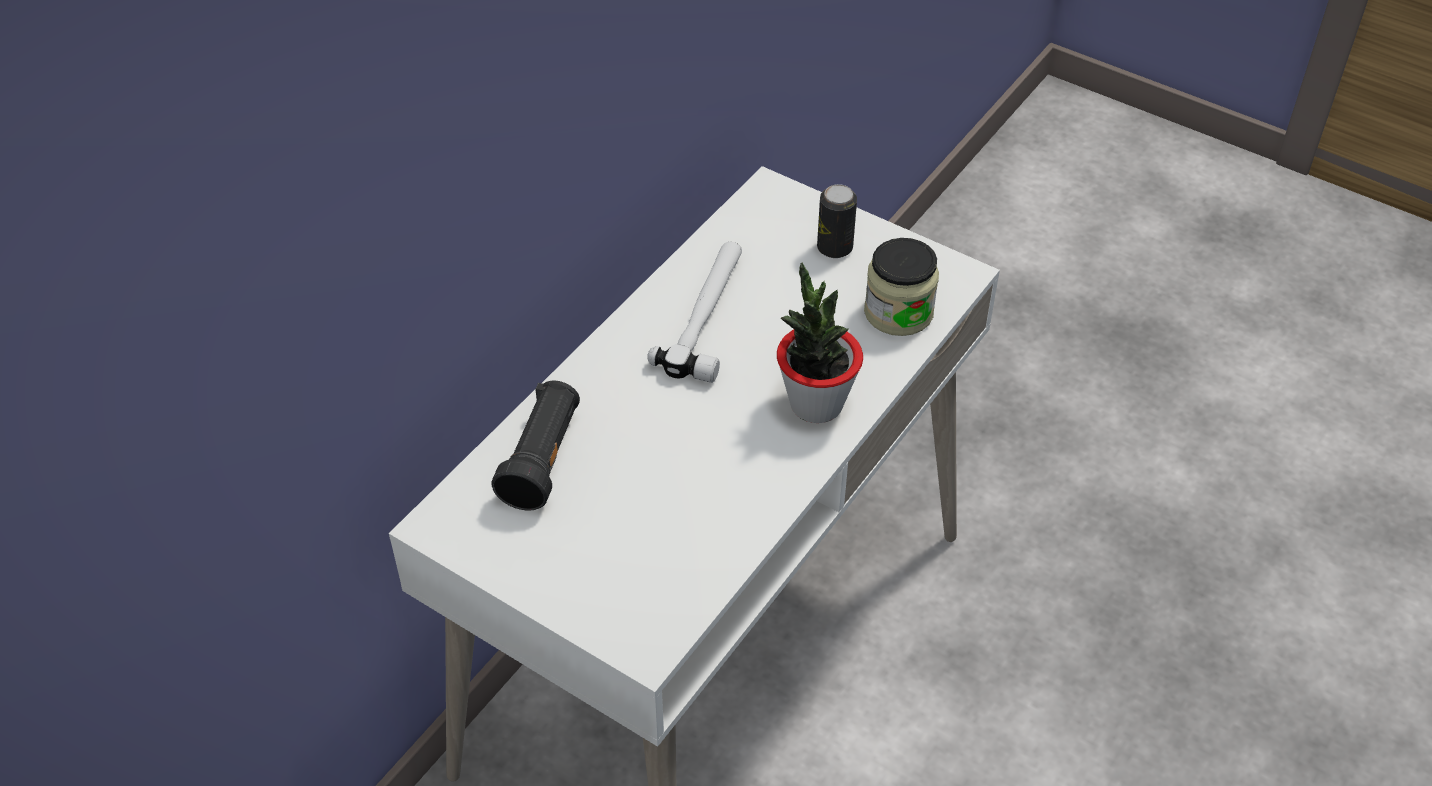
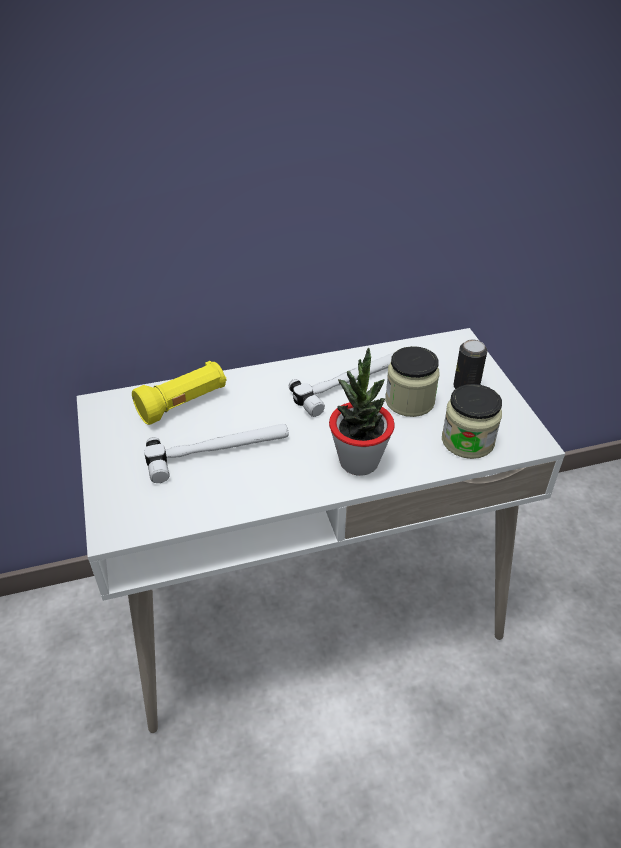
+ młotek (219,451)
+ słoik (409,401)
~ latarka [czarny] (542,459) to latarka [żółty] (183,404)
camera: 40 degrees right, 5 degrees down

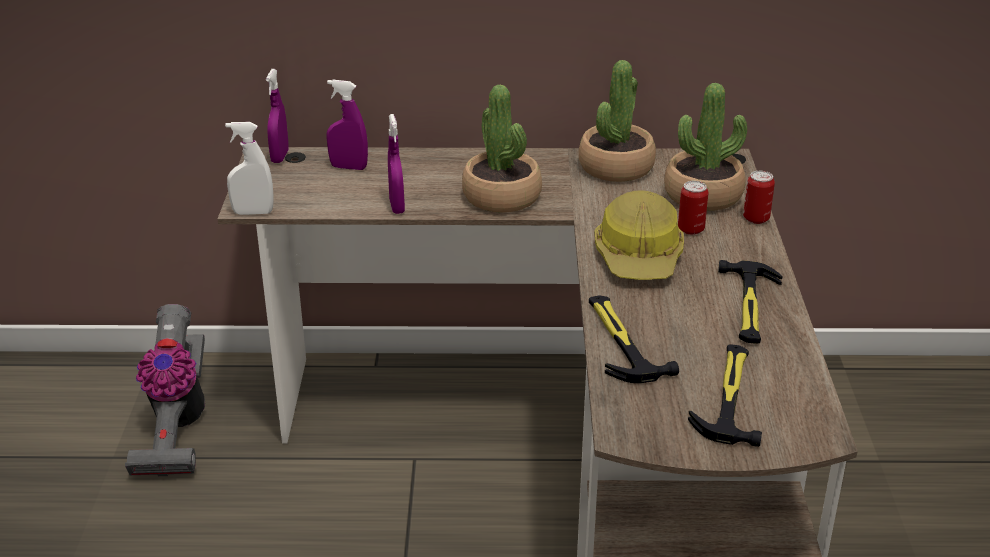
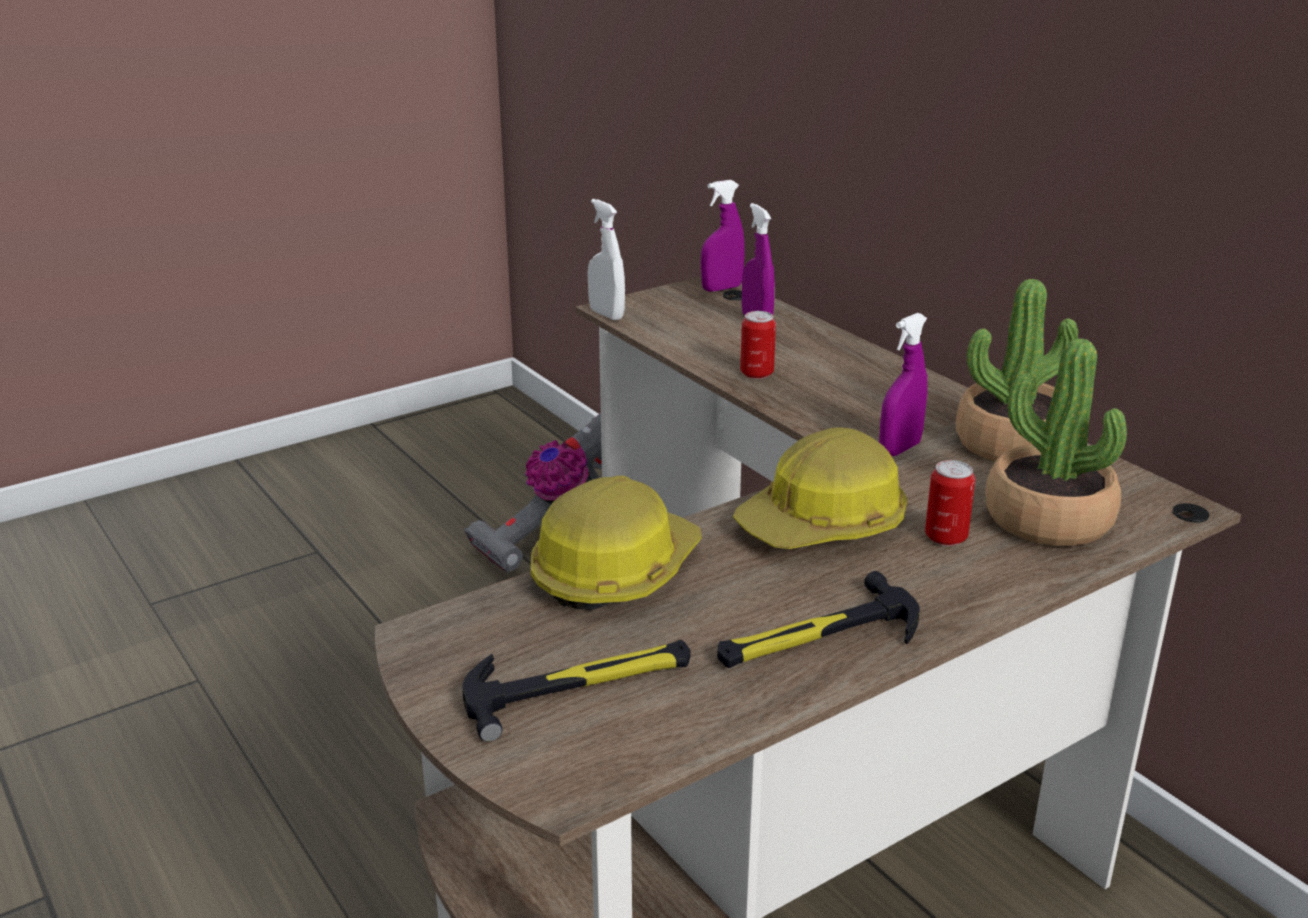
- roślina doniczkowa (502,197)
~ spryskiwacz [fioletowy] (397,206) to (900,449)
~ puszka (756,218) to (756,373)
~ młotek (620,342) to kask (614,571)
camera: 55 degrees right, 5 degrees down

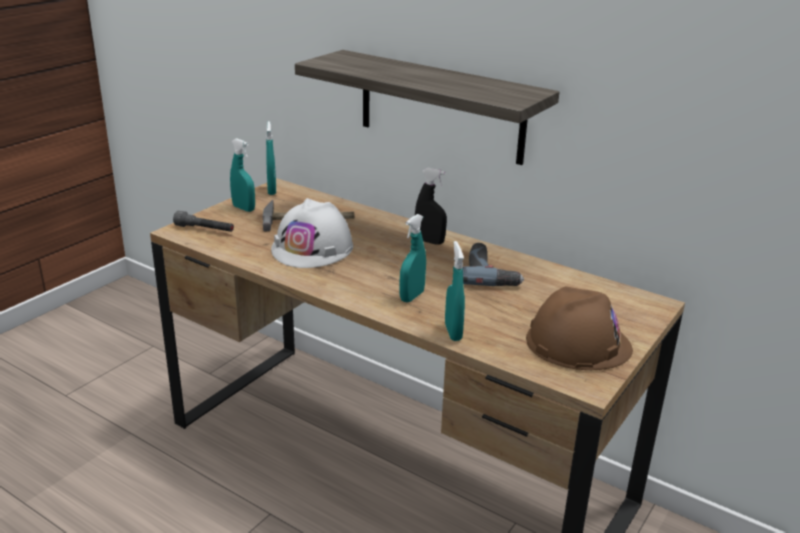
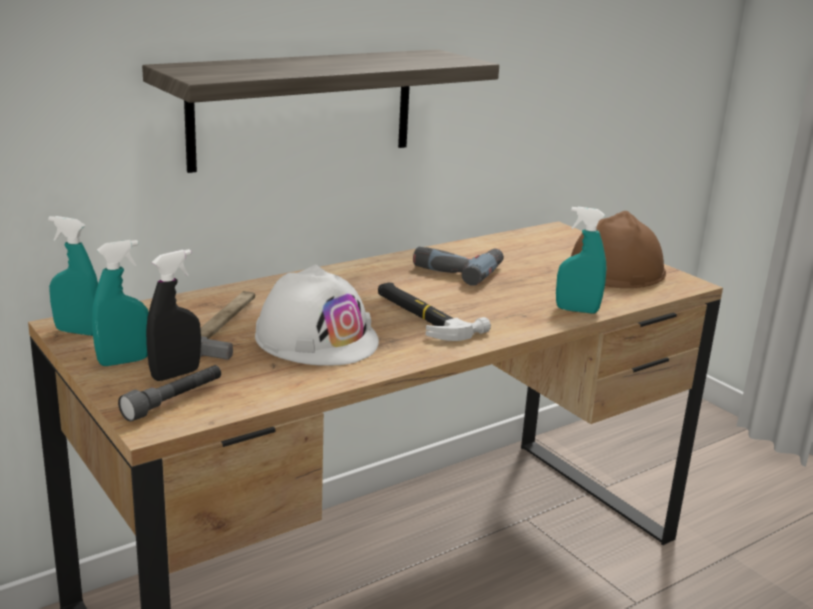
- spryskiwacz [turkusowy] (412,296)
+ młotek (424,316)
~ spryskiwacz [czarny] (429,241) to (175,374)
camera: 70 degrees left, 5 degrees down

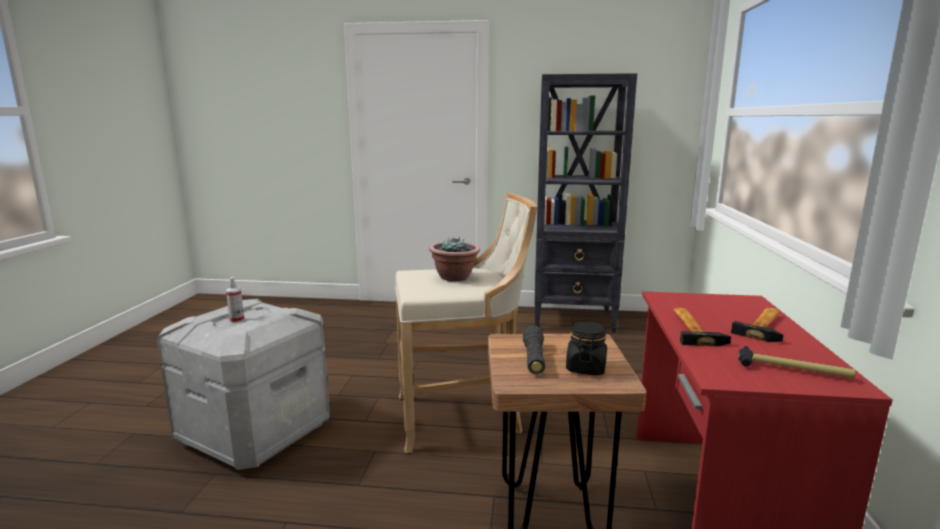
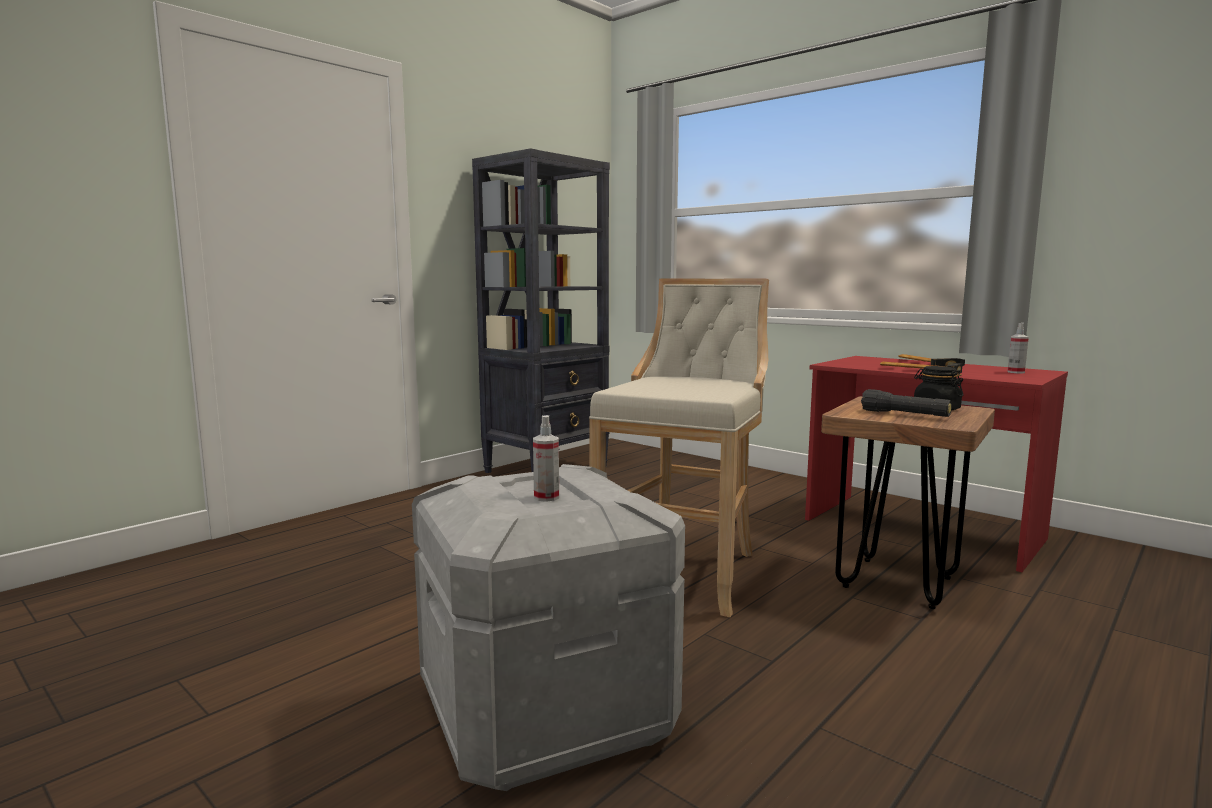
- roślina doniczkowa (454,277)
~ młotek (792,370) to spryskiwacz (1016,372)
camera: 55 degrees left, 5 degrees down

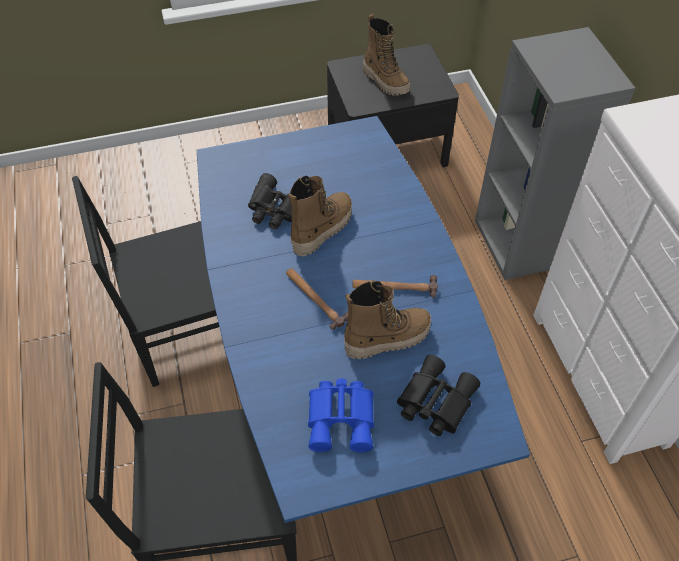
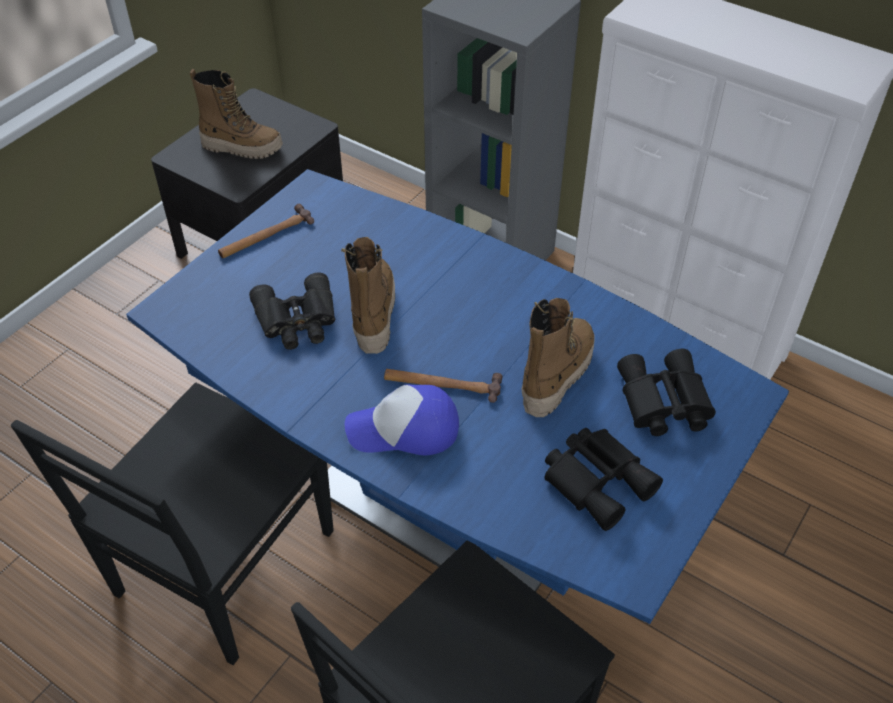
+ czapka z daszkiem (404,430)
~ młotek (394,287) to (265,236)
~ lornetka [niebieski] (342,418) to lornetka [czarny] (598,480)
camera: 40 degrees left, 5 degrees down

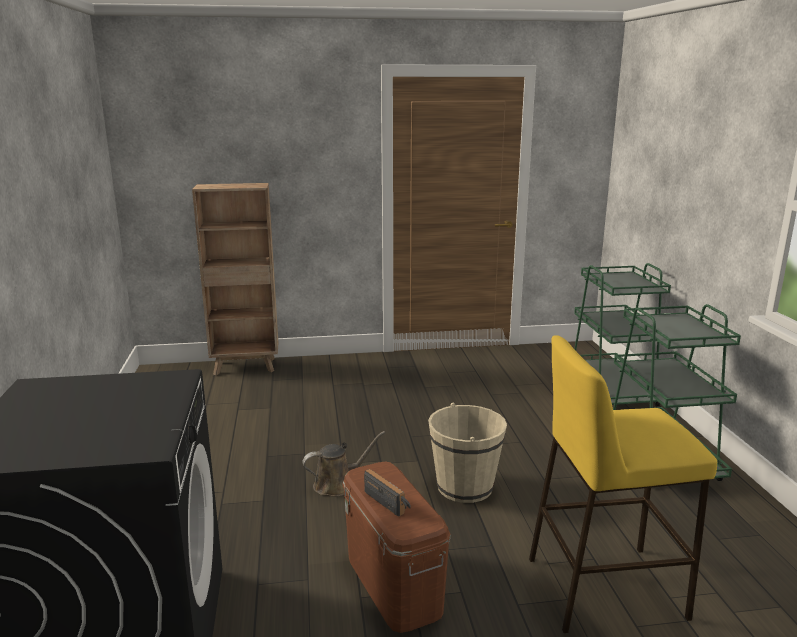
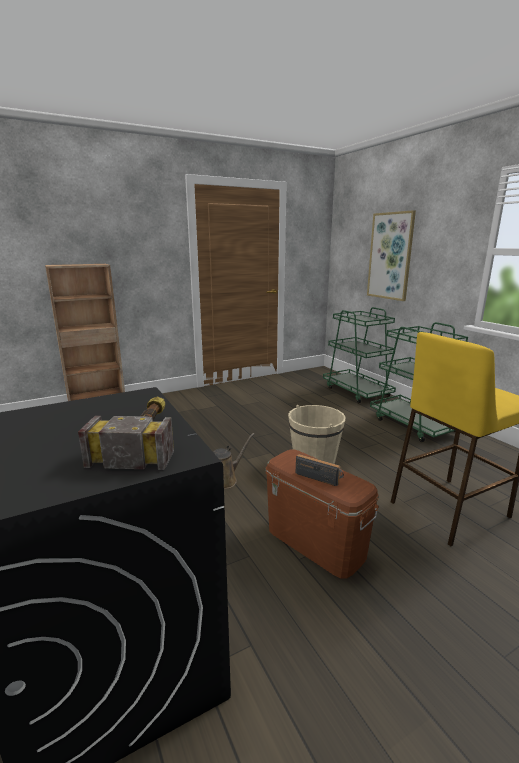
+ młotek (145,438)
+ obraz (390,256)
camera: 20 degrees left, 0 degrees up

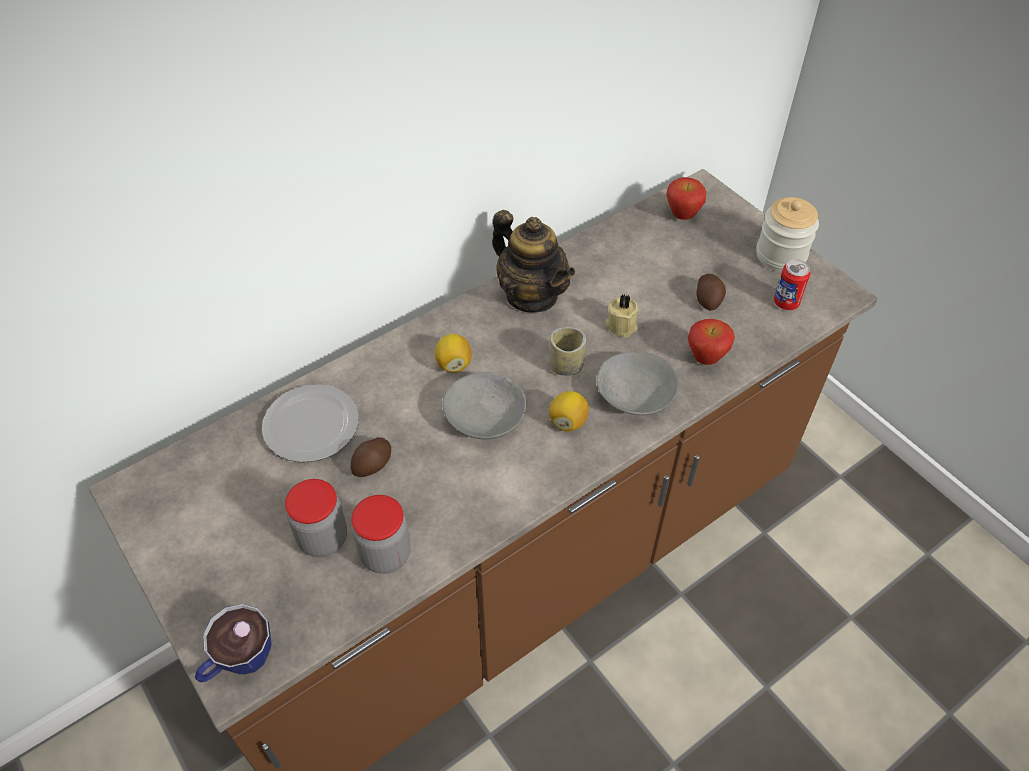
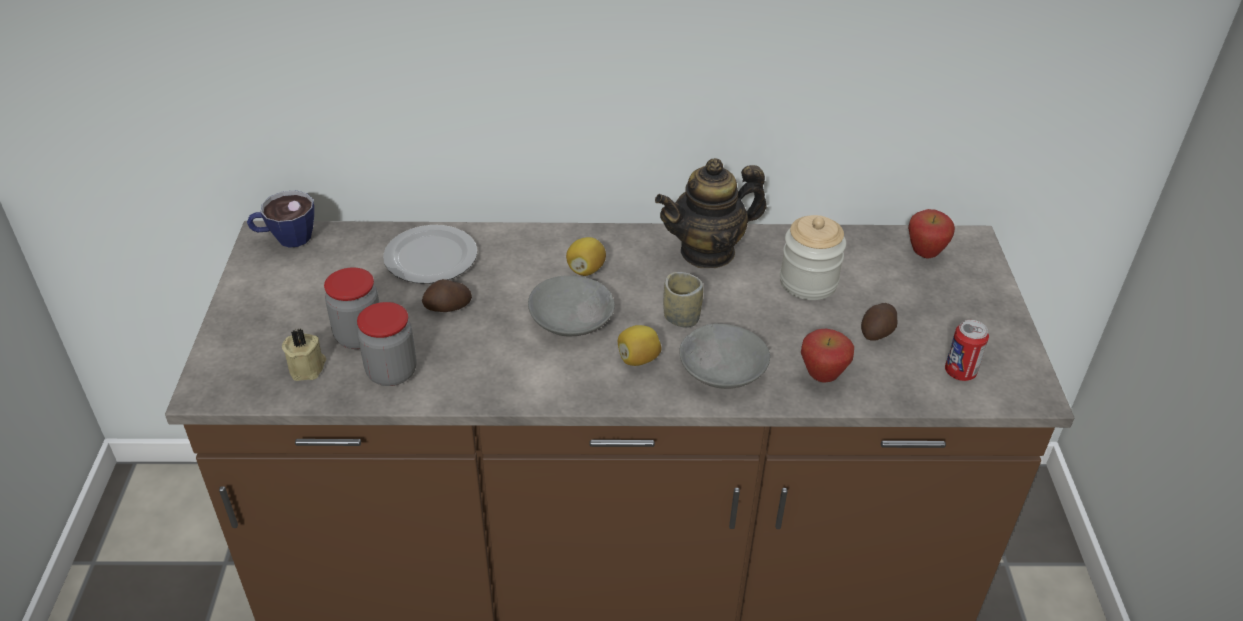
~ filiżanka (238,662) to (285,238)
~ świeca [beżowy] (621,324) to (308,367)
~ słoik (781,255) to (808,282)
~ imbryk (531,295) = (708,251) 75 degrees clockwise
camera: 35 degrees right, 10 degrees down

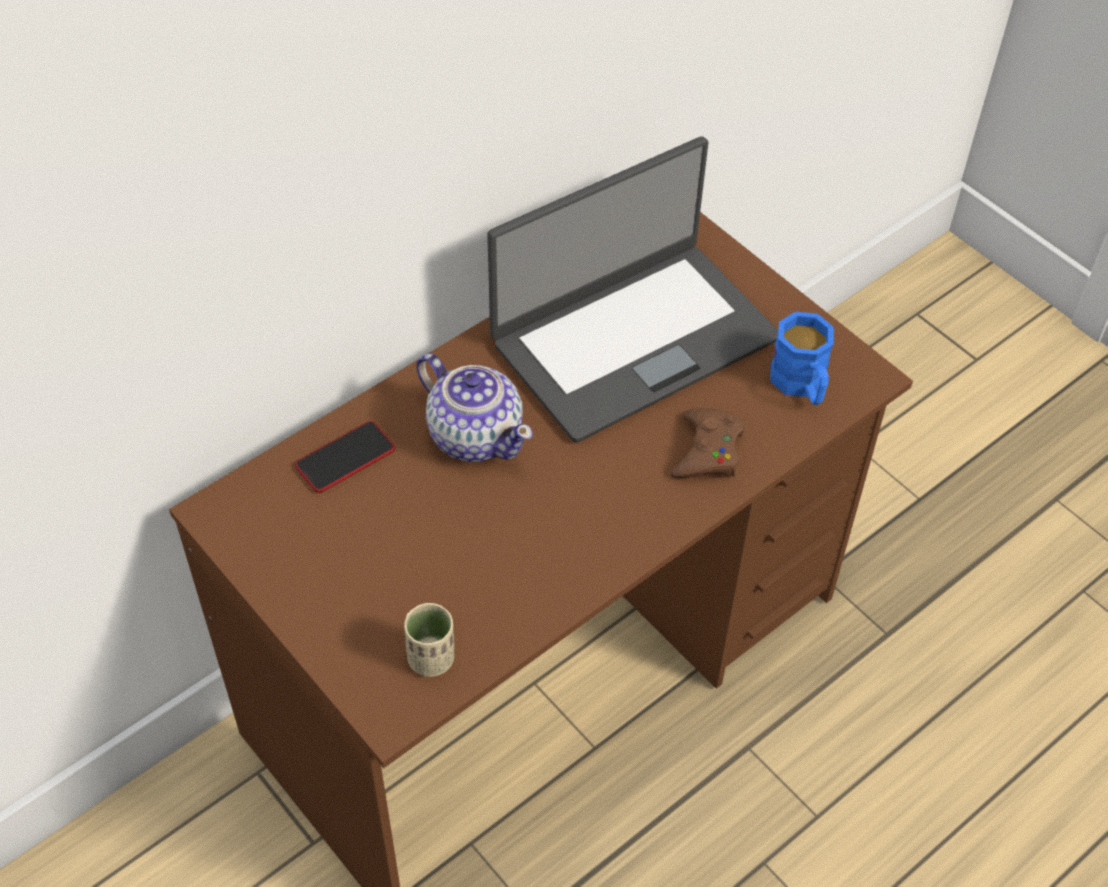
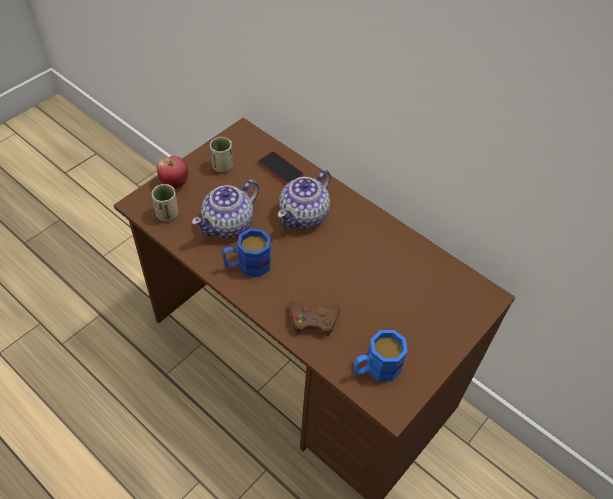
- laptop (632,339)
+ jabłko (174,183)
+ imbryk (229,224)
+ filiżanka [beżowy] (222,166)
+ kubek [niebieski] (247,265)
camera: 80 degrees right, 0 degrees up

